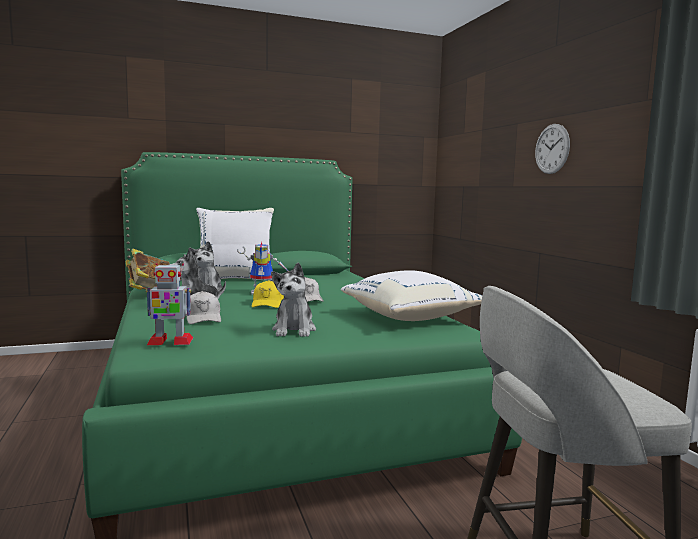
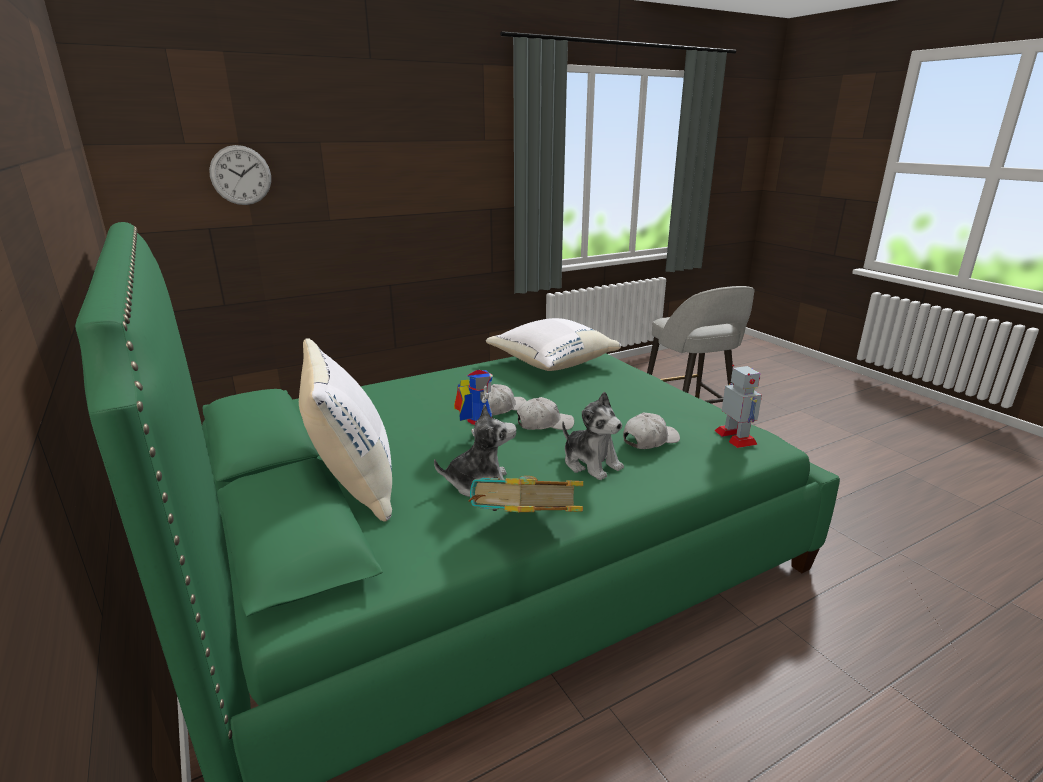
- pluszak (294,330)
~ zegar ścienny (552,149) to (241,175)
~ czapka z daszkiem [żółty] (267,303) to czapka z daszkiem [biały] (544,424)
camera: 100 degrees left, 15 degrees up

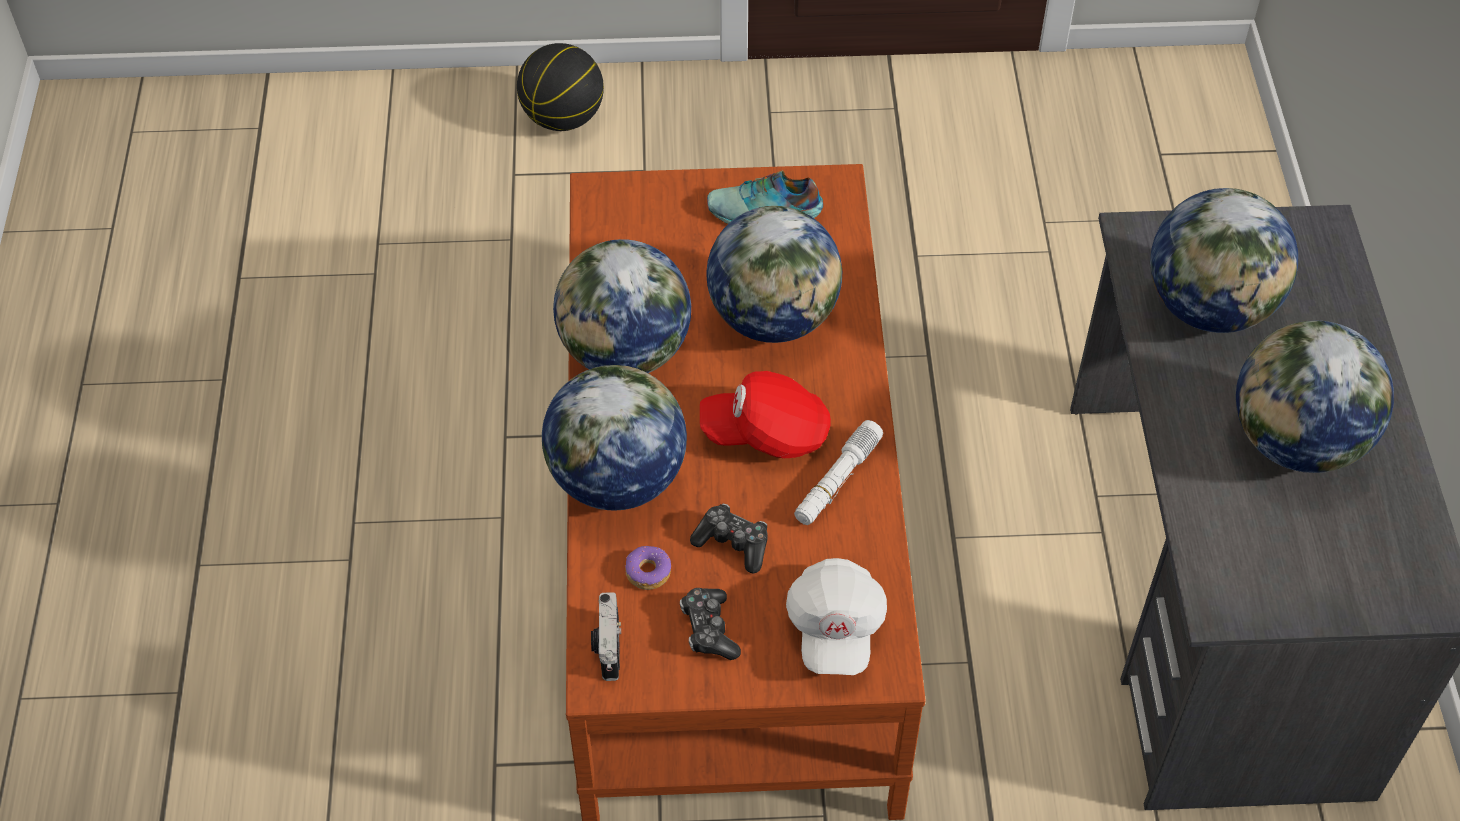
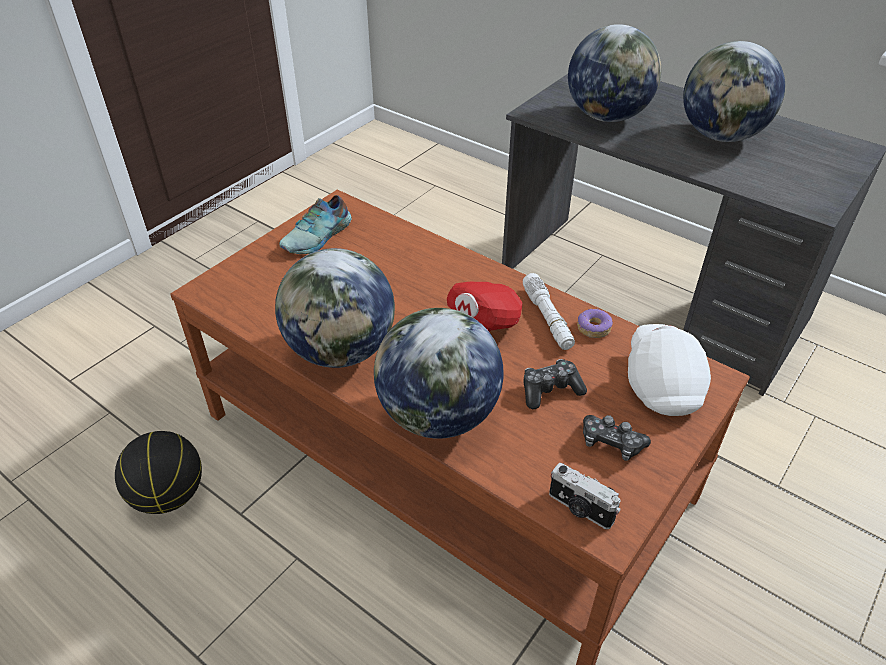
- globus (773,318)
~ piłka do koszykówki (563,118) to (169,495)
~ donut (648,572) to (593,328)
~ czapka z daszkiem [biały] (834,629) = (662,383) 135 degrees counterclockwise
camera: 50 degrees left, 10 degrees down

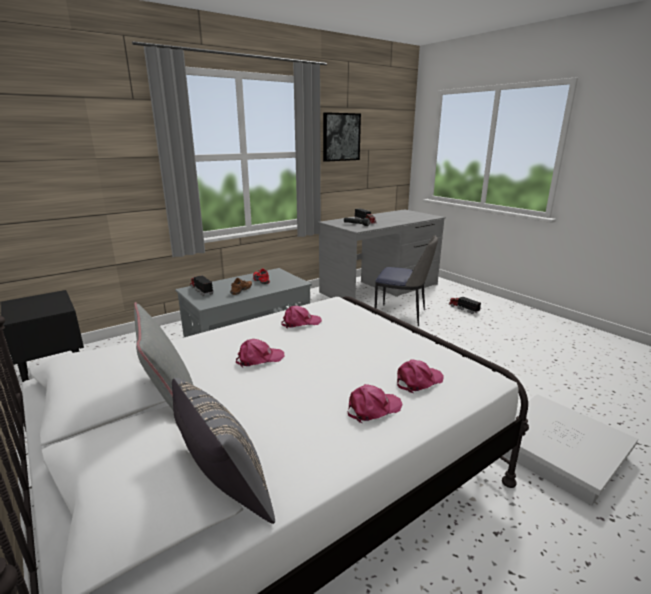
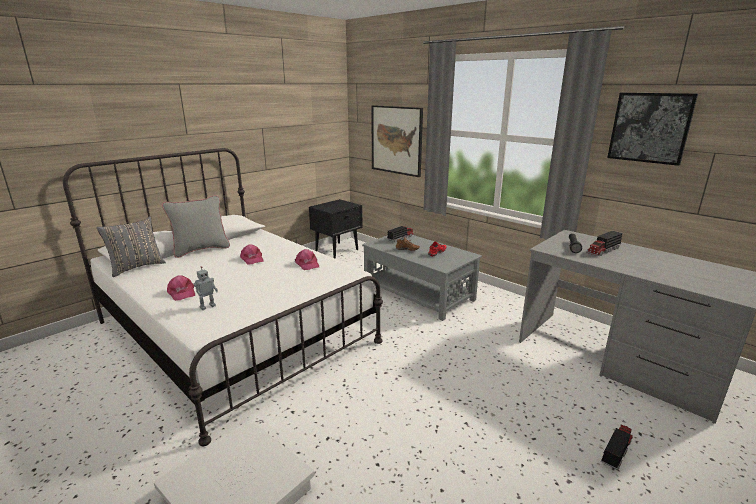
- krzesło (402,315)
+ obraz (396,140)
~ czapka z daszkiem [różowy] (418,381) to robot zabawkowy (207,306)
camera: 80 degrees right, 0 degrees up

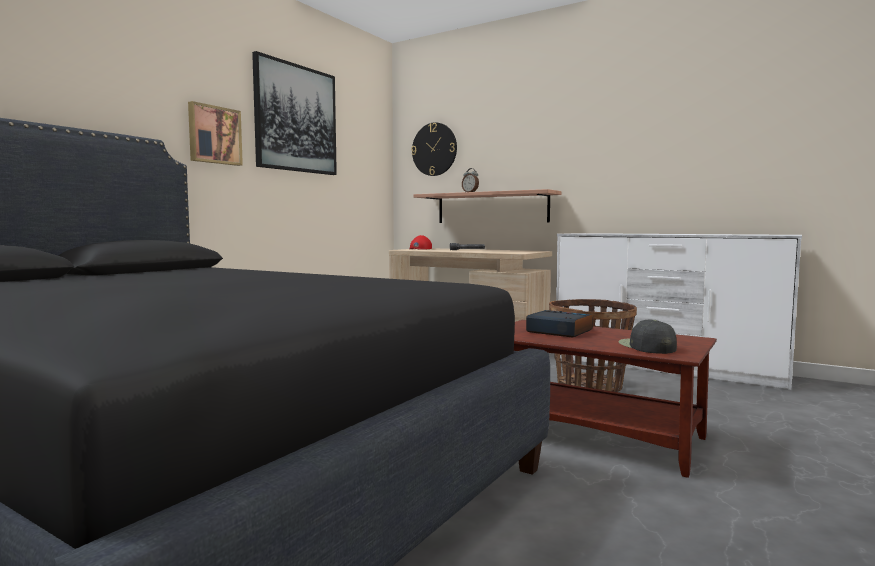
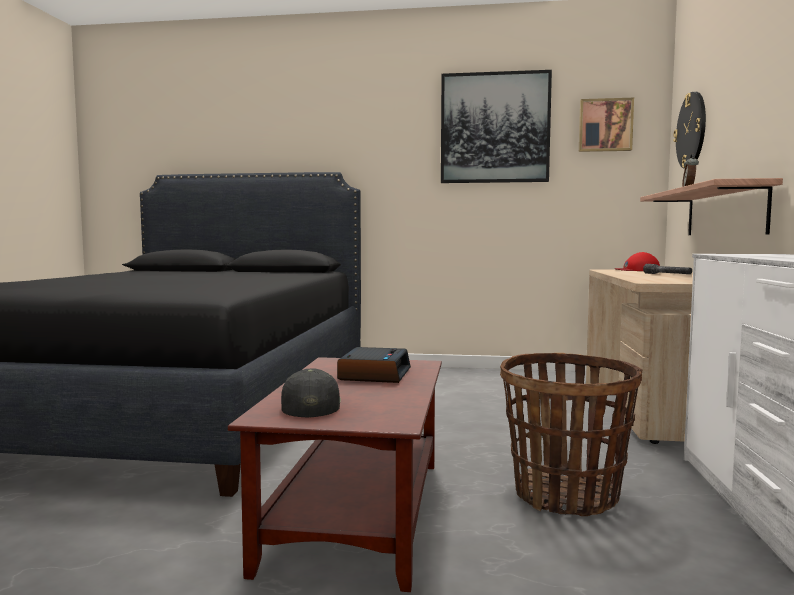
~ obraz (214,135) to (605,125)
~ czapka z daszkiem [czarny] (646,346) = (310,404) 60 degrees counterclockwise
camera: 65 degrees right, 0 degrees up

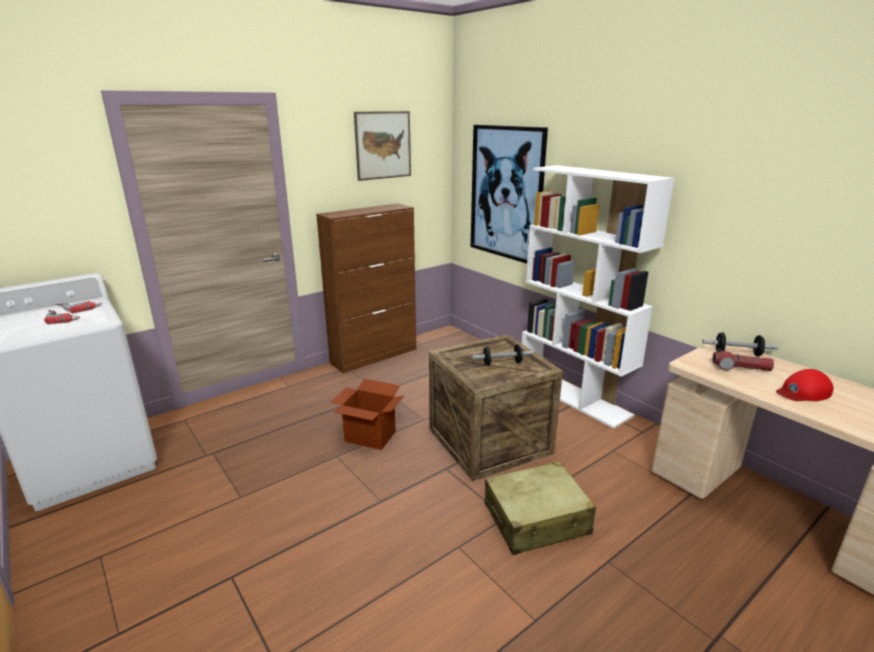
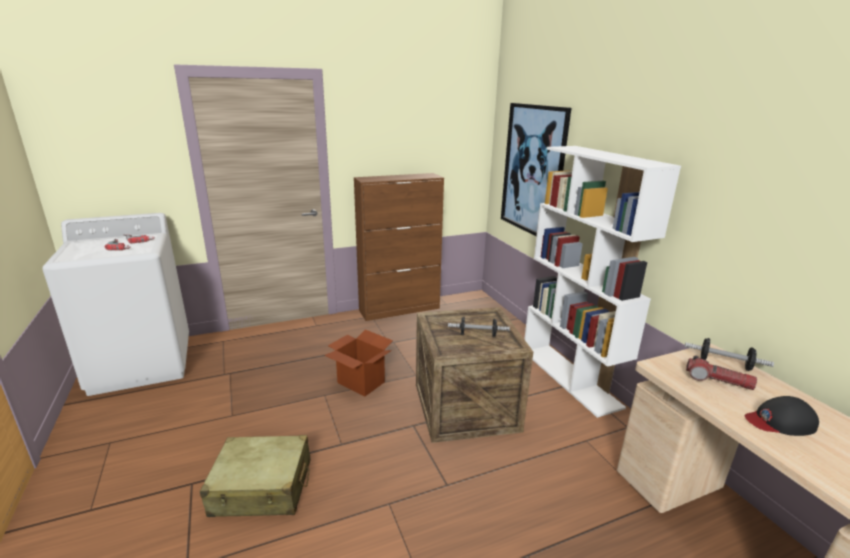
- obraz (383,145)
~ walizka [beżowy] (536,519) to (262,487)
~ czapka z daszkiem [czerwony] (802,392) to czapka z daszkiem [czarny] (780,421)
camera: 15 degrees right, 0 degrees up

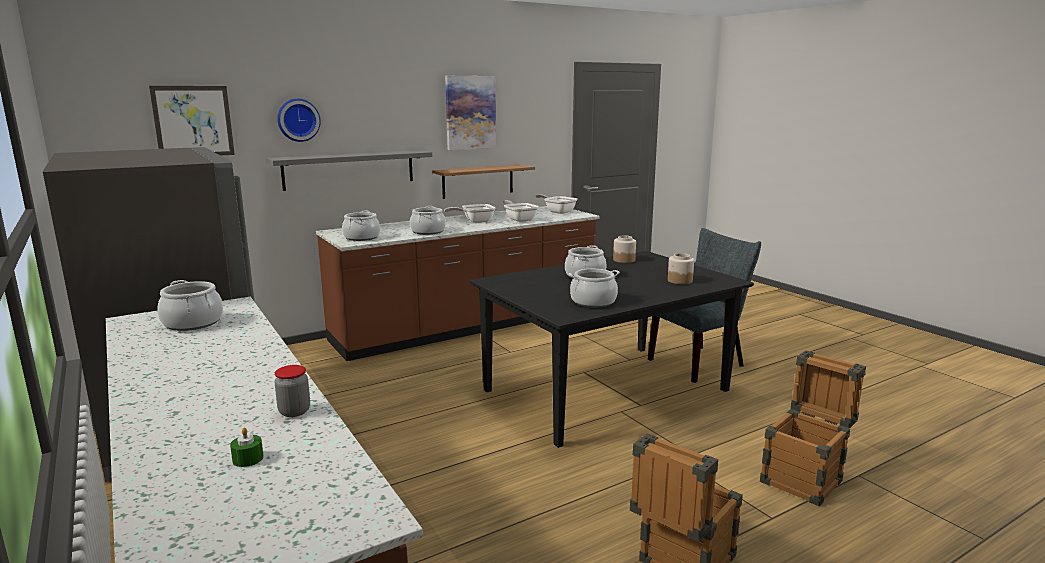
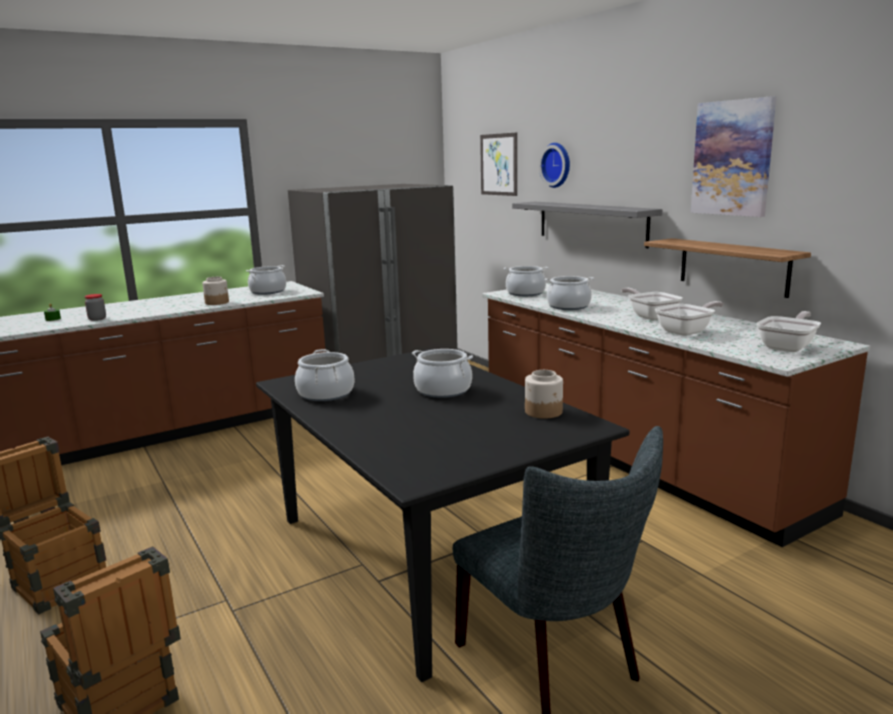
~ słoik (679,281) to (217,302)
camera: 90 degrees right, 0 degrees up

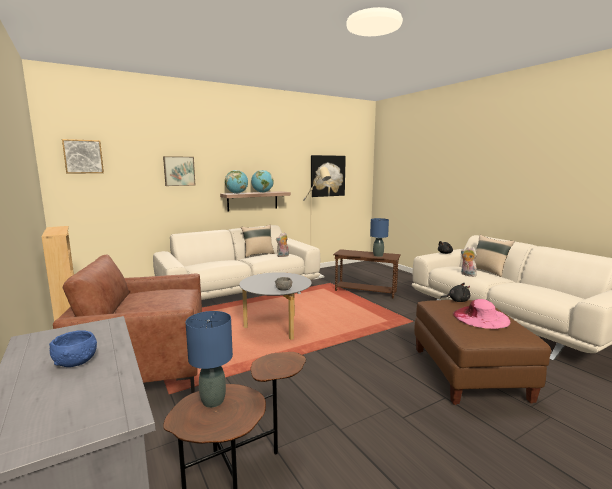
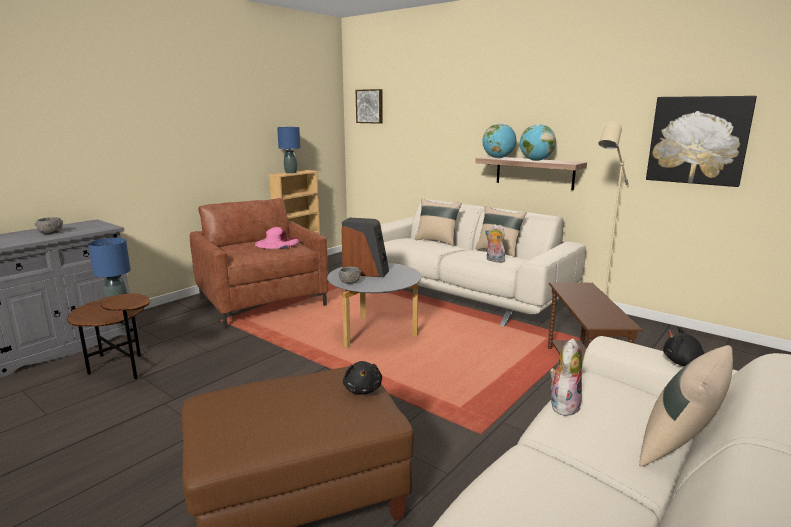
- obraz (179,171)
+ głośnik (365,272)
+ poduszka [beżowy] (437,241)
~ lampa stołowa [niebieski] (378,255) to (291,172)
~ kapelusz [różowy] (481,317) to (277,243)
~ miska [niebieski] (75,361) to miska [szary] (51,233)
camera: 70 degrees right, 5 degrees up

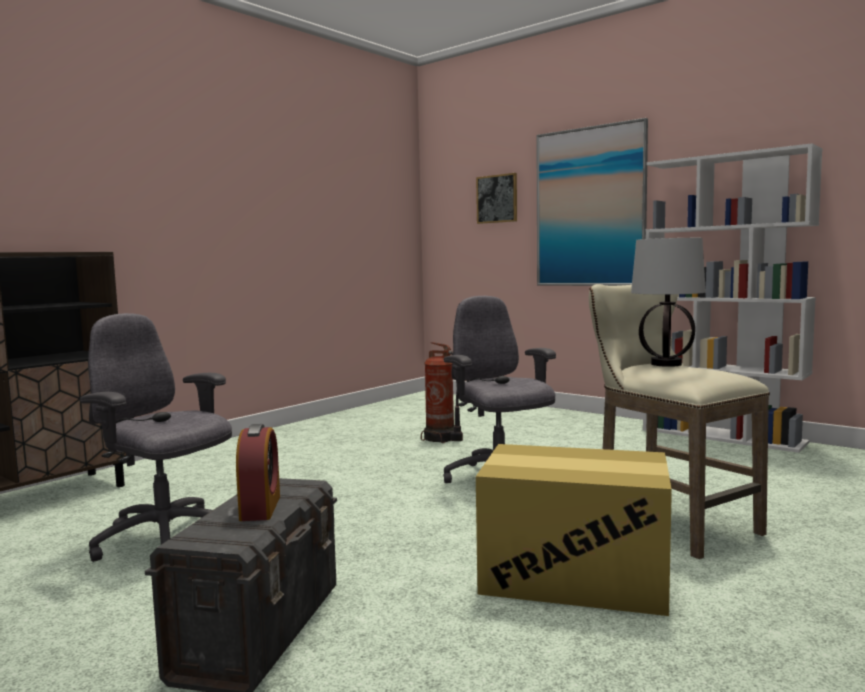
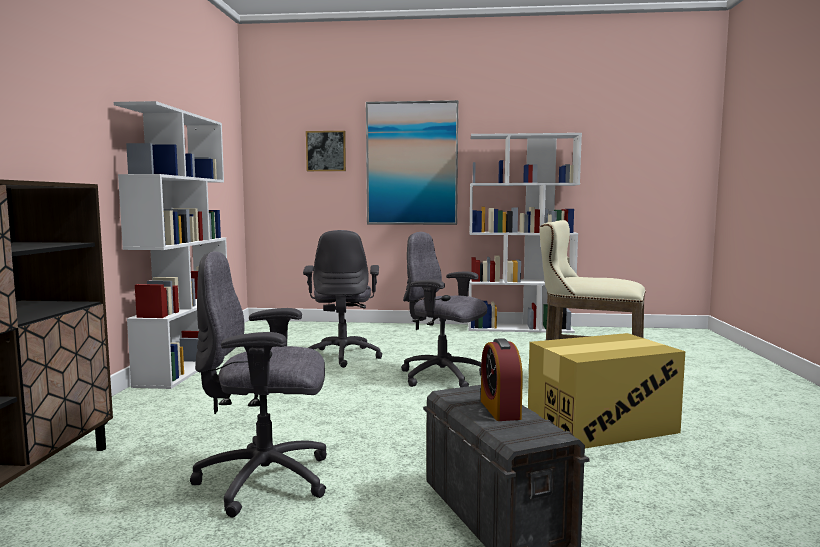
- lampa stołowa (666,364)
+ regał [biały] (185,366)
~ gaśnica (441,439) to krzesło biurowe [szary] (343,356)
~ budzik (260,507) = (500,409) 150 degrees counterclockwise
camera: 35 degrees left, 0 degrees up

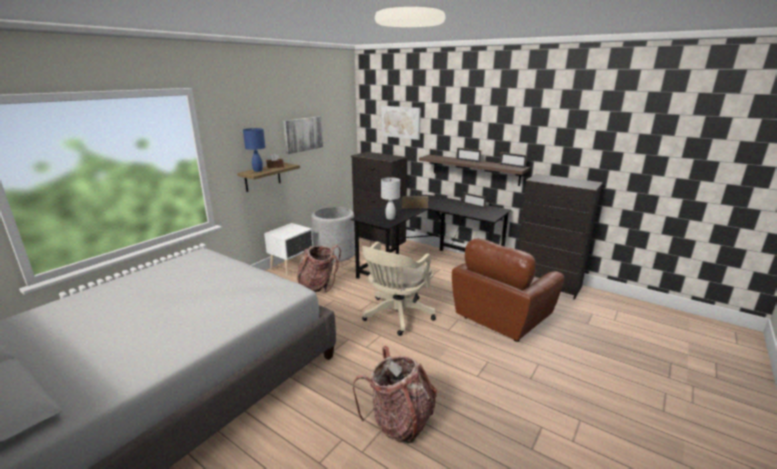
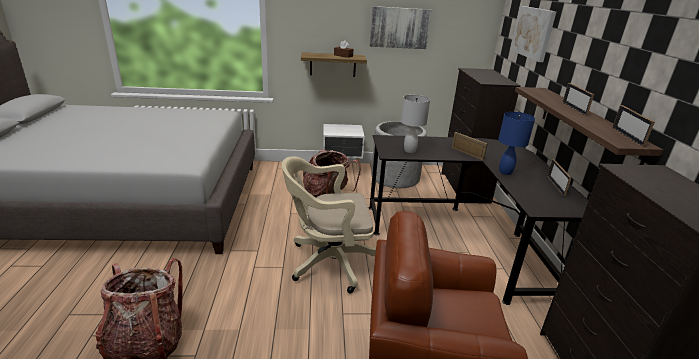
~ lampa stołowa [niebieski] (257,170) to (505,172)
camera: 50 degrees right, 5 degrees up

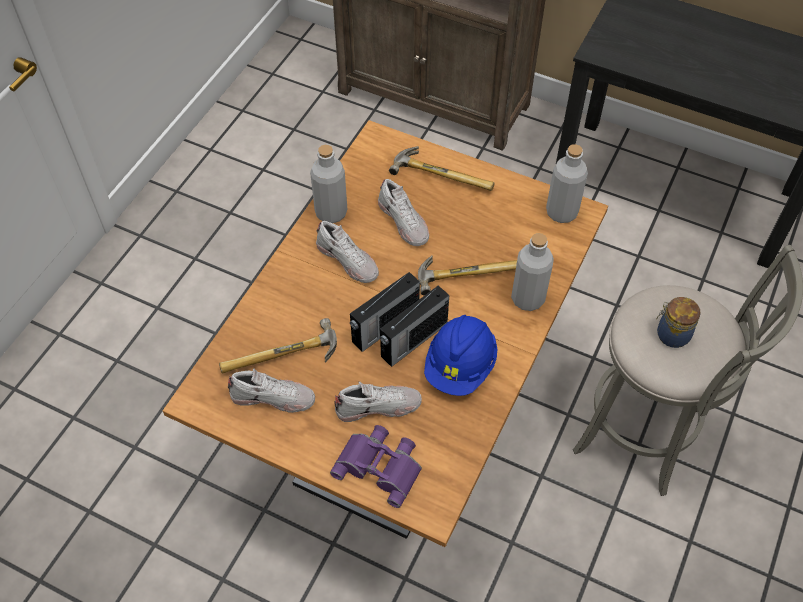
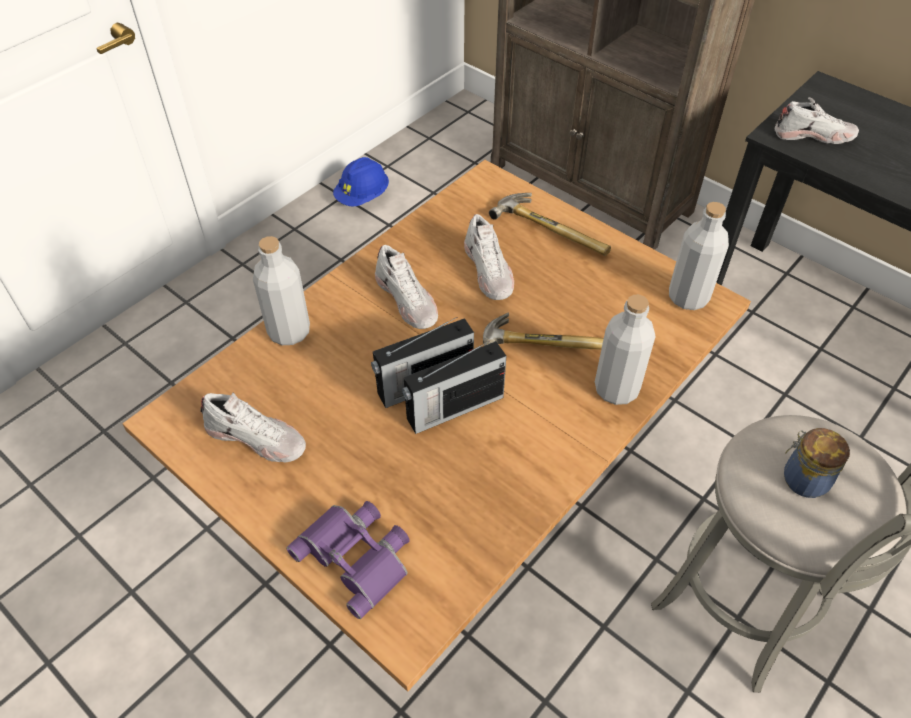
- młotek (282,360)
~ butelka [szary] (331,212) to (289,331)
~ but [biały] (378,406) to (813,135)
~ kask [niebieski] (460,366) to (363,196)
camera: 15 degrees right, 5 degrees down

